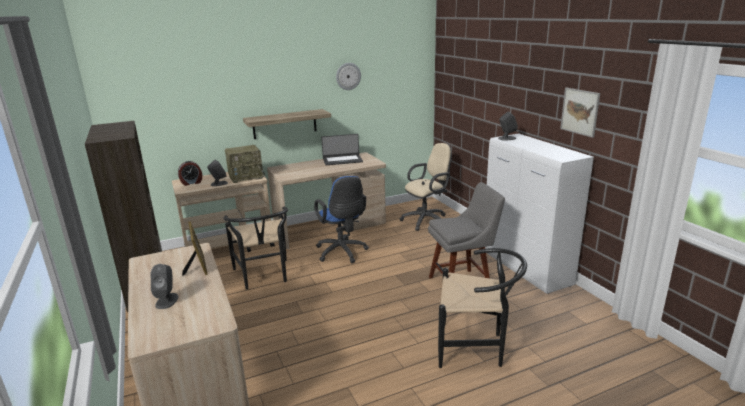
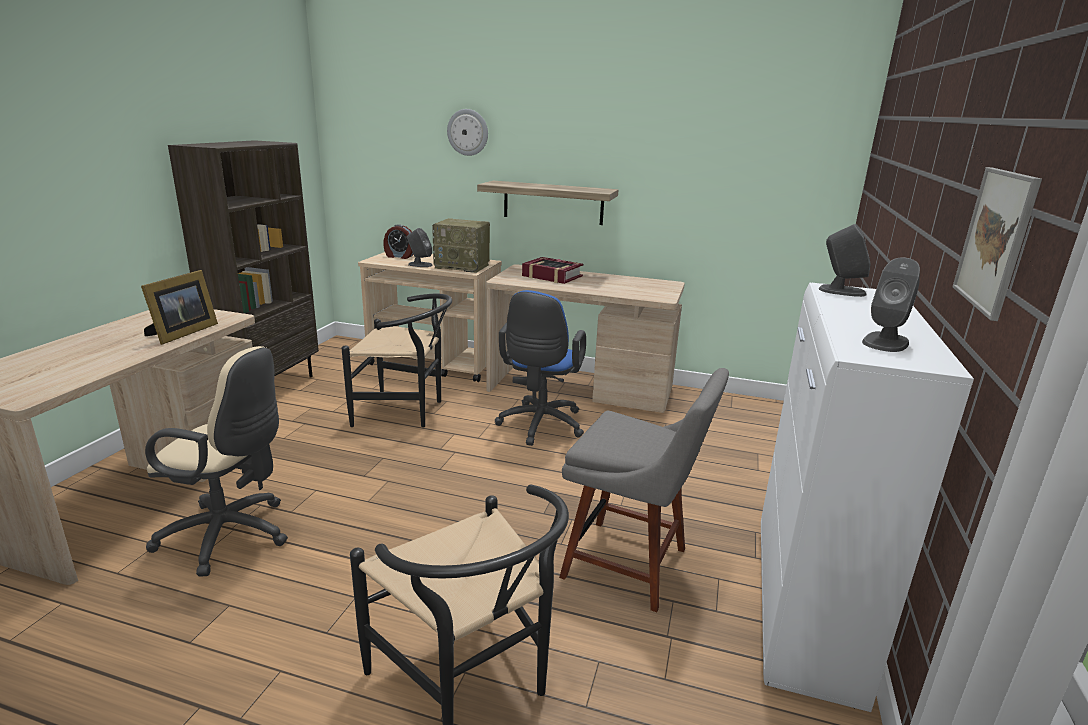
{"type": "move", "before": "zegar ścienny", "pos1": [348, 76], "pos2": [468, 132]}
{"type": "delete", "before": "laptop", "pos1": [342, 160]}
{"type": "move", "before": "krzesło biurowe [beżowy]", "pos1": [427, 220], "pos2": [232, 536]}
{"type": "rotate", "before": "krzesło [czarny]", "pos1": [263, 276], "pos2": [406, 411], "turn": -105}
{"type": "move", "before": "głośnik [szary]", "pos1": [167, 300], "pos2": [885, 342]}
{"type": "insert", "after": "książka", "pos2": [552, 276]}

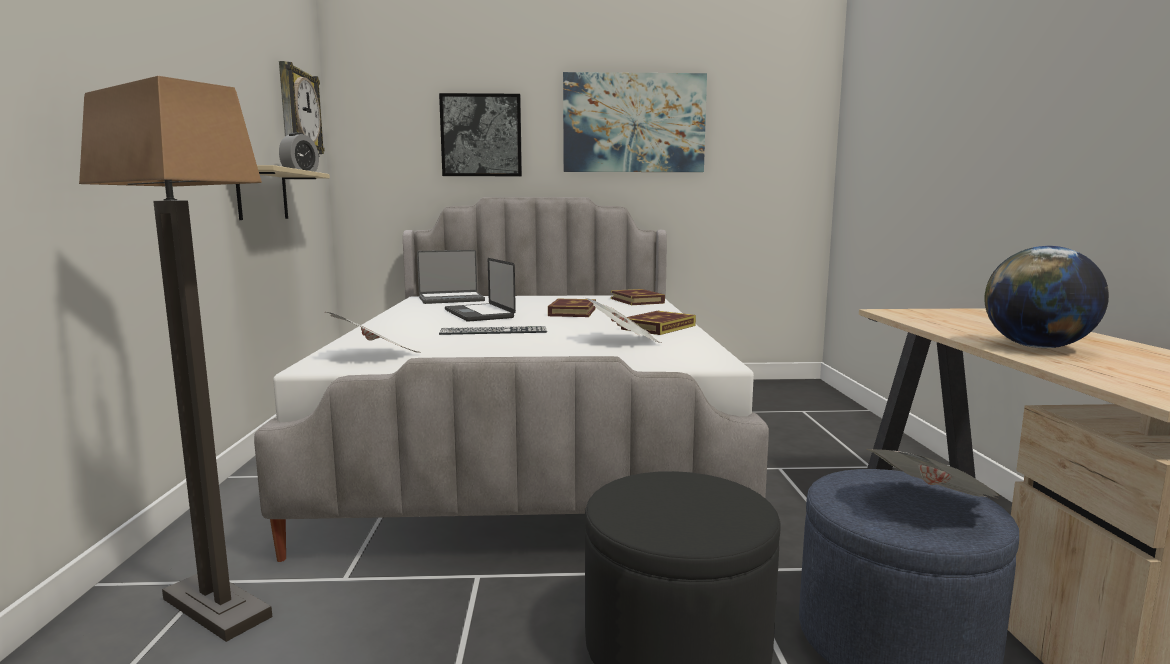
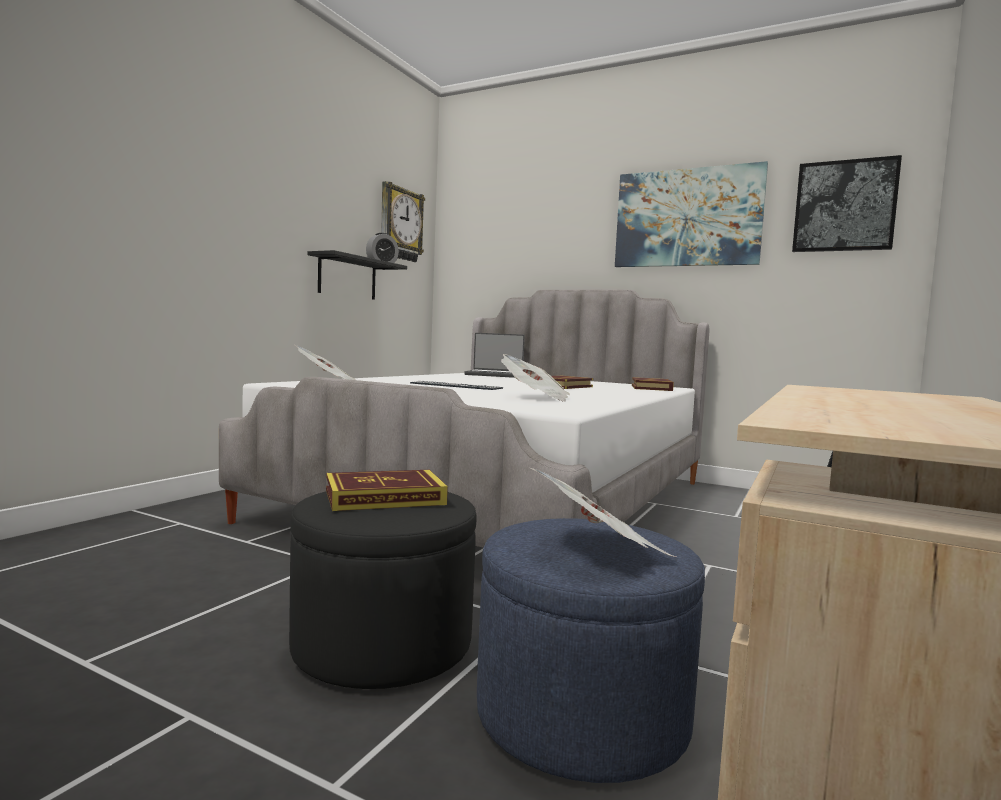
{"type": "delete", "before": "lampa stojąca", "pos1": [215, 608]}
{"type": "move", "before": "obraz", "pos1": [481, 135], "pos2": [844, 206]}
{"type": "recolor", "before": "półka [beżowy]", "after": "półka [czarny]", "pos1": [262, 194], "pos2": [347, 277]}
{"type": "delete", "before": "globus", "pos1": [1037, 347]}
{"type": "delete", "before": "laptop", "pos1": [479, 314]}
{"type": "move", "before": "książka", "pos1": [658, 327], "pos2": [384, 497]}

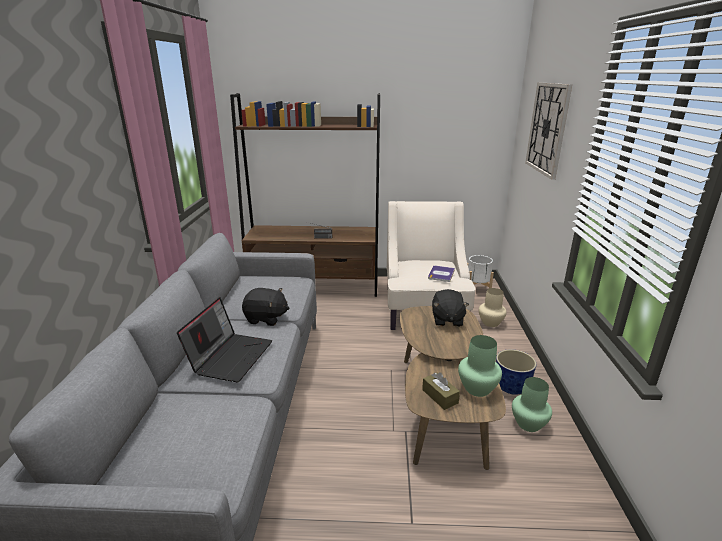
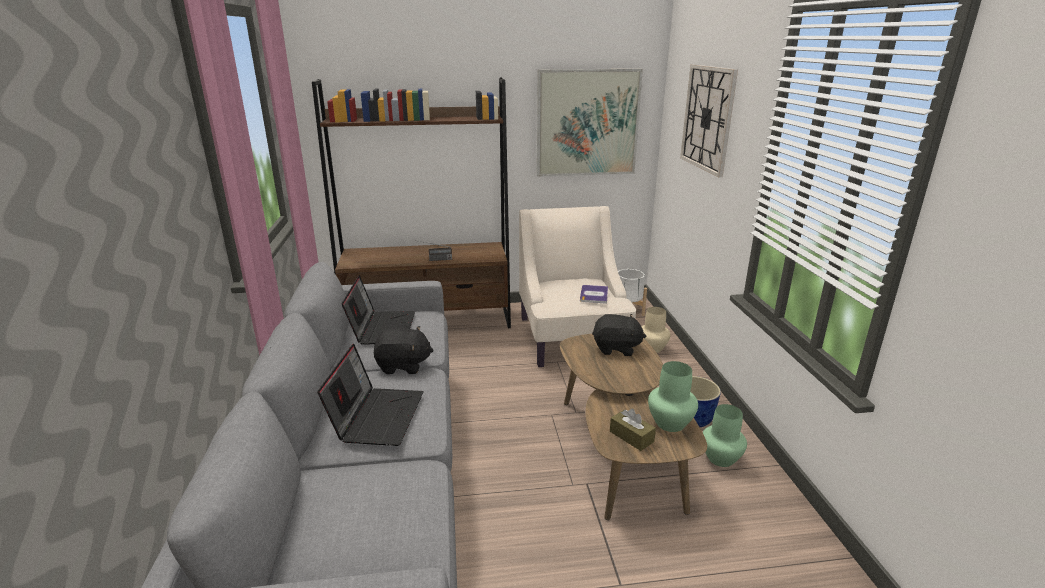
{"type": "rotate", "before": "pluszak [czarny]", "pos1": [447, 320], "pos2": [616, 348], "turn": -75}
{"type": "insert", "after": "obraz", "pos2": [587, 123]}
{"type": "insert", "after": "laptop", "pos2": [382, 328]}

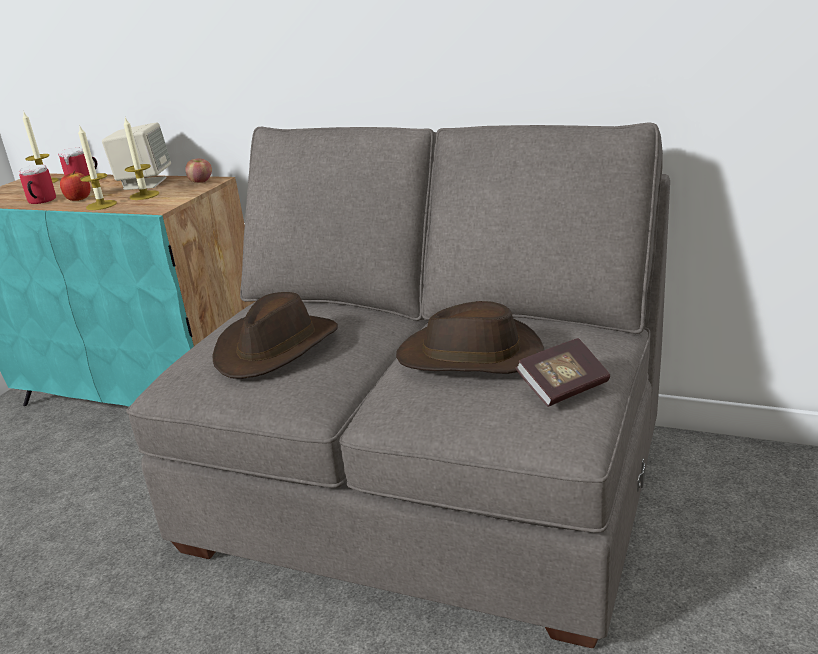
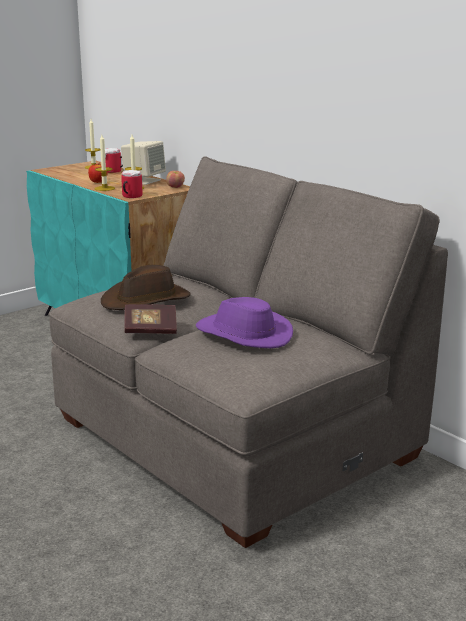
{"type": "move", "before": "kubek", "pos1": [39, 201], "pos2": [130, 196]}
{"type": "recolor", "before": "kapelusz [brązowy]", "after": "kapelusz [fioletowy]", "pos1": [471, 357], "pos2": [243, 334]}
{"type": "move", "before": "książka", "pos1": [563, 388], "pos2": [150, 330]}

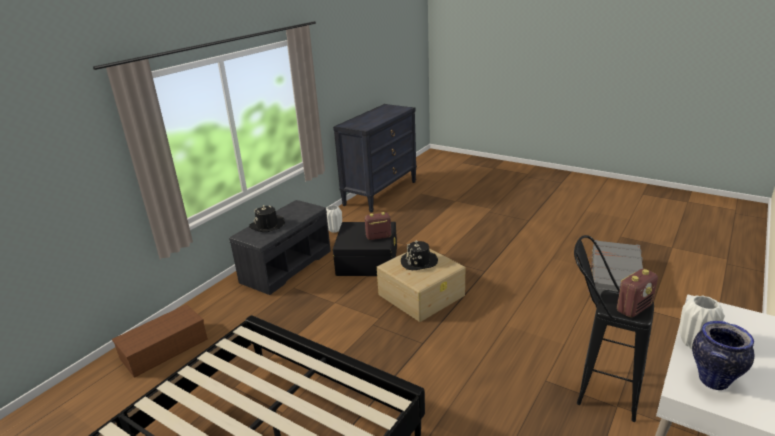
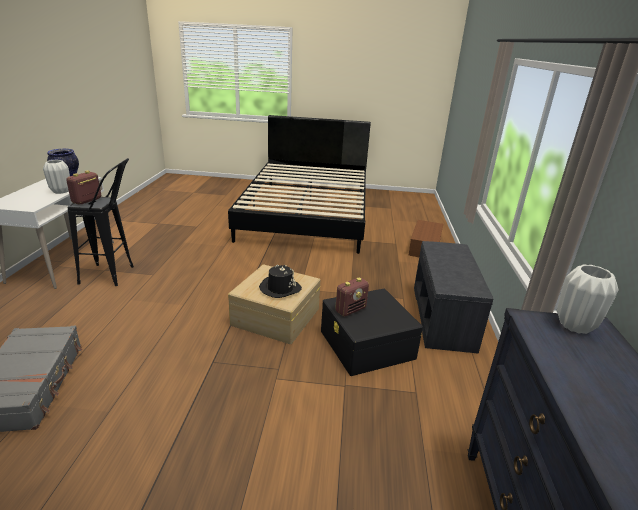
{"type": "delete", "before": "kapelusz [czarny]", "pos1": [267, 225]}
{"type": "move", "before": "wazon [biały]", "pos1": [334, 230], "pos2": [574, 325]}

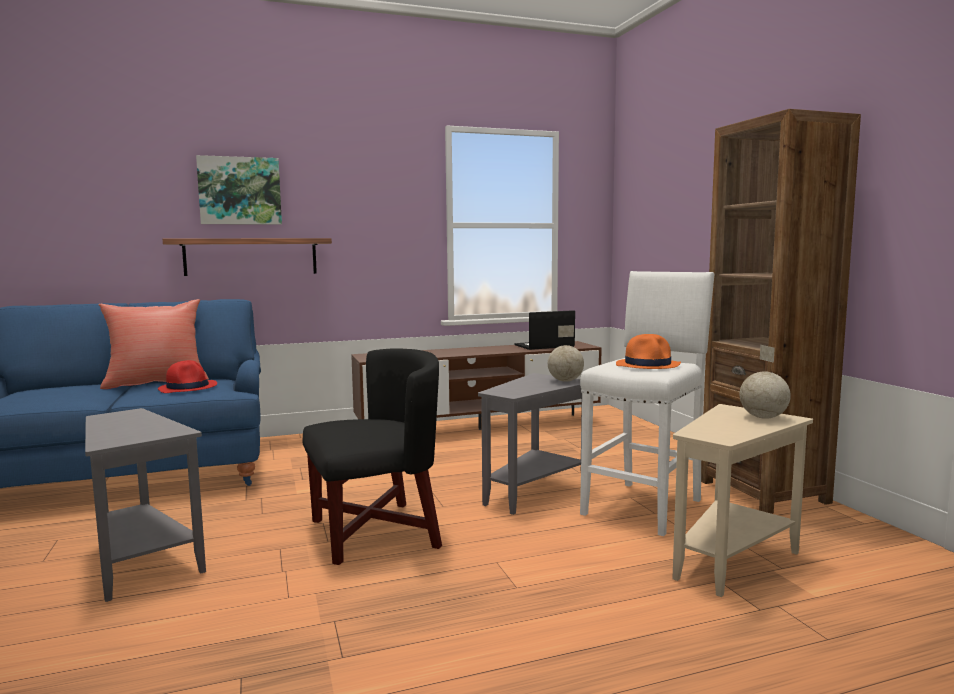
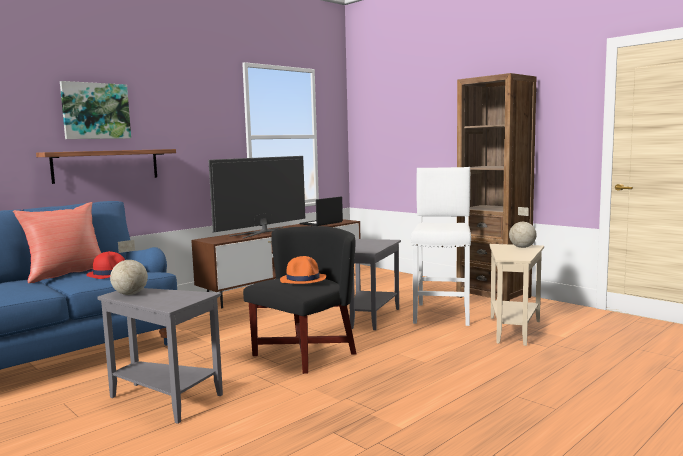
{"type": "move", "before": "globus", "pos1": [566, 381], "pos2": [131, 294]}
{"type": "move", "before": "kapelusz [pomarańczowy]", "pos1": [648, 365], "pos2": [303, 279]}
{"type": "insert", "after": "telewizor", "pos2": [263, 232]}

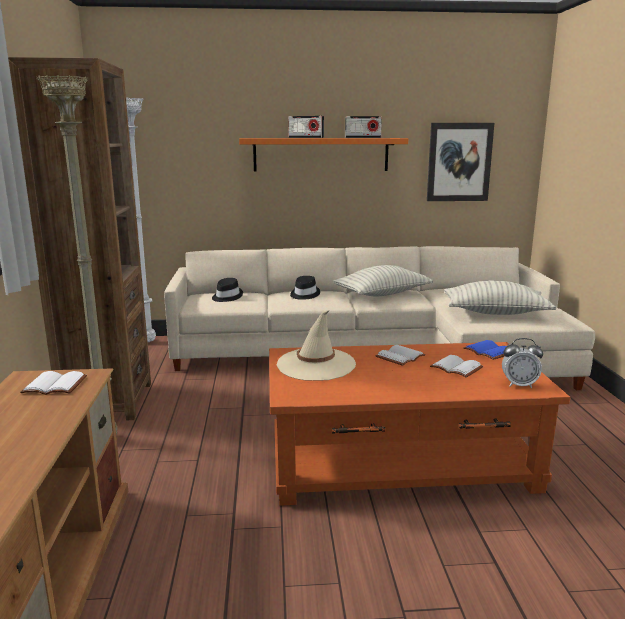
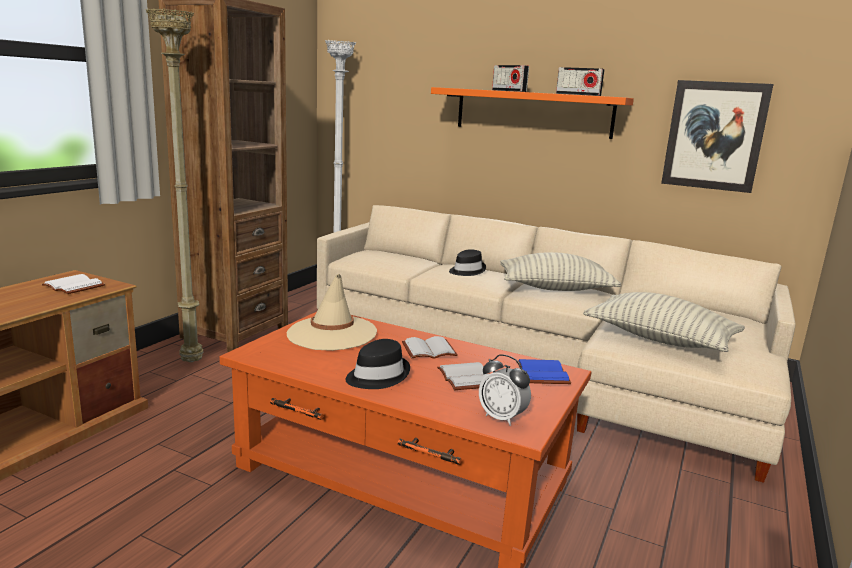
{"type": "move", "before": "kapelusz [czarny]", "pos1": [226, 297], "pos2": [377, 376]}

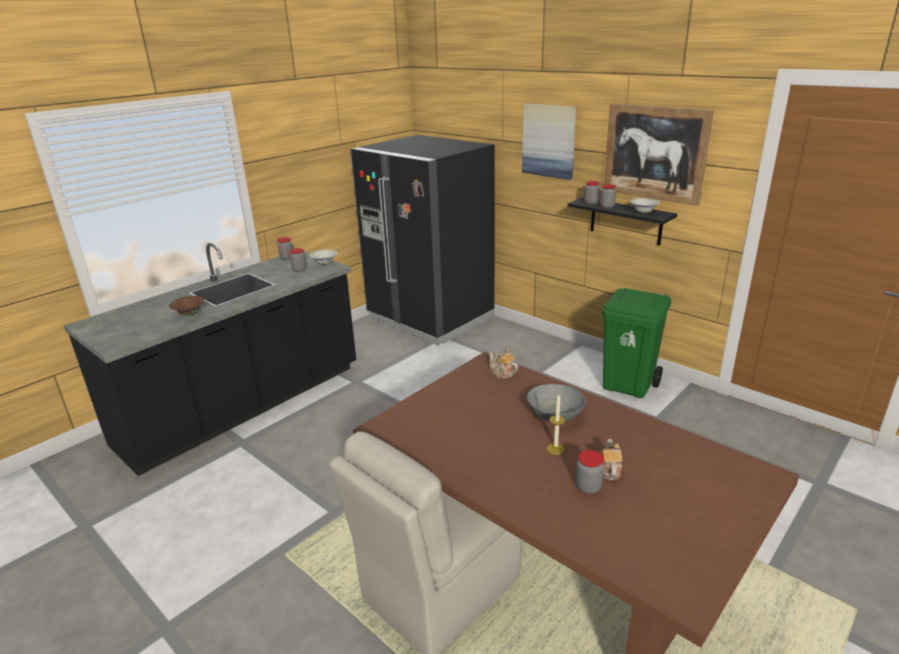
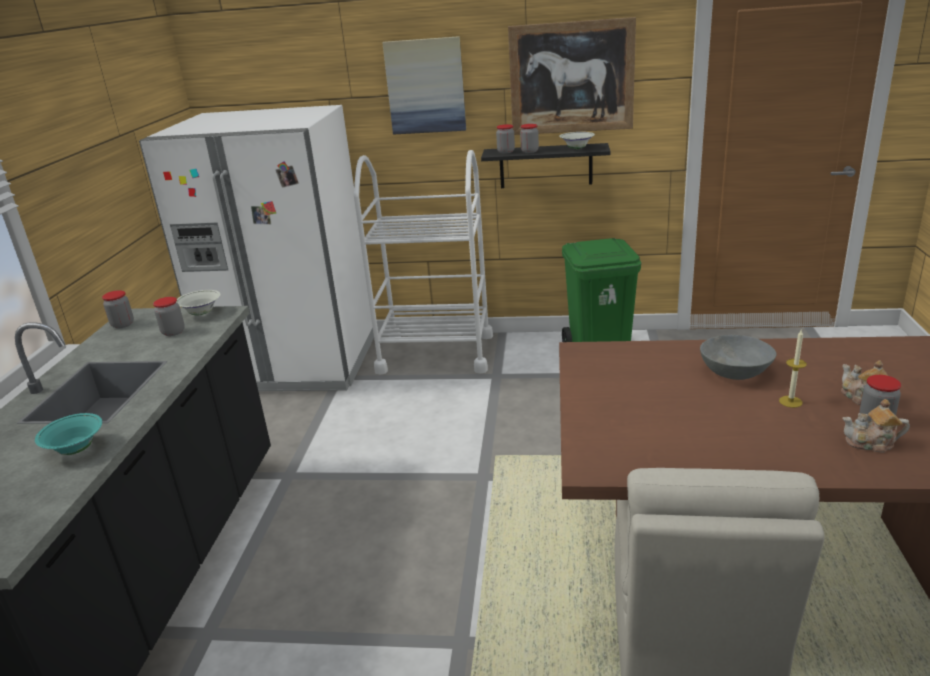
{"type": "recolor", "before": "lodówka [czarny]", "after": "lodówka [biały]", "pos1": [430, 318], "pos2": [296, 364]}
{"type": "recolor", "before": "miska [brązowy]", "after": "miska [turkusowy]", "pos1": [189, 314], "pos2": [76, 449]}
{"type": "move", "before": "imbryk", "pos1": [502, 373], "pos2": [871, 443]}
{"type": "insert", "after": "wózek [biały]", "pos2": [435, 353]}

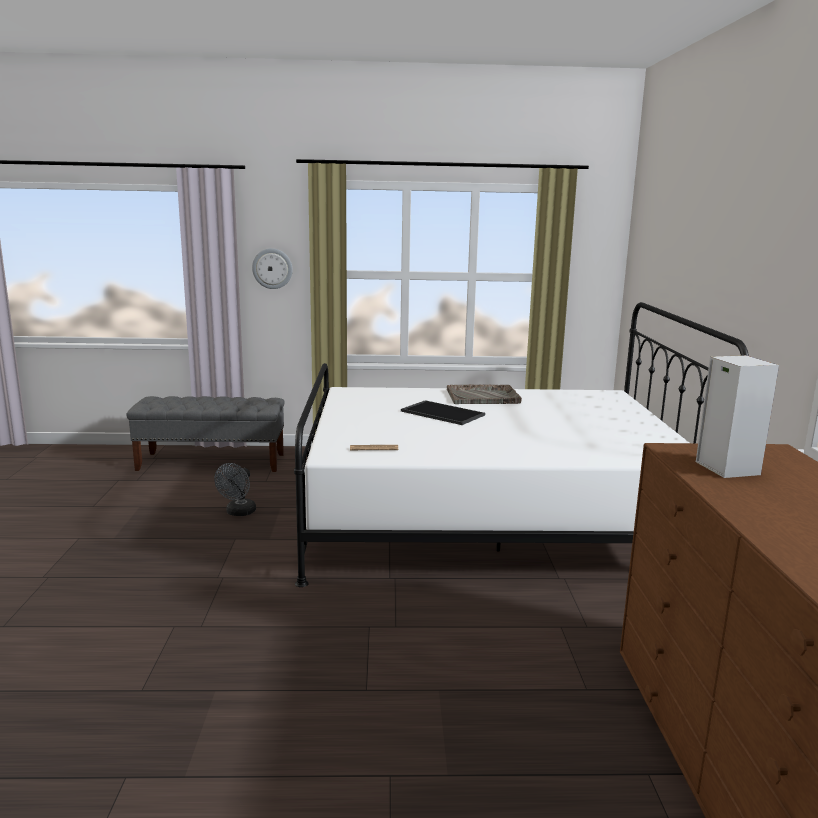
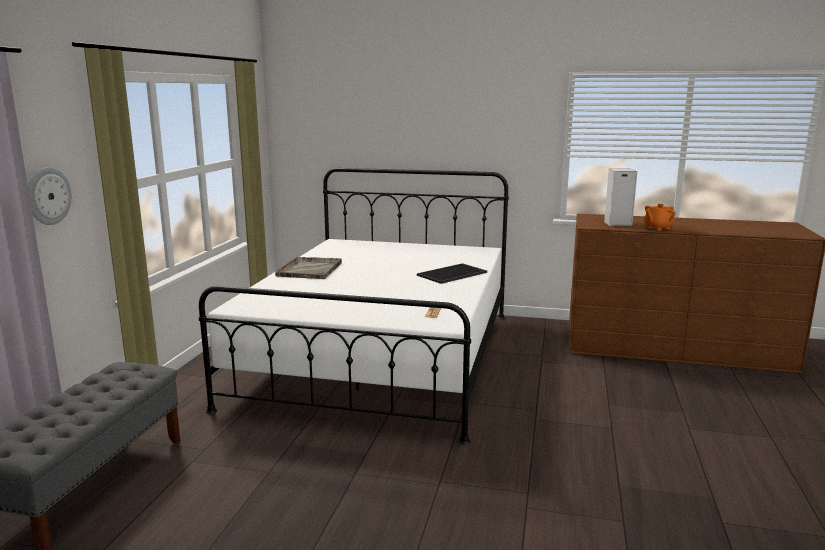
{"type": "move", "before": "taca", "pos1": [441, 413], "pos2": [452, 274]}
{"type": "delete", "before": "wentylator [szary]", "pos1": [238, 513]}
{"type": "insert", "after": "imbryk [pomarańczowy]", "pos2": [657, 228]}

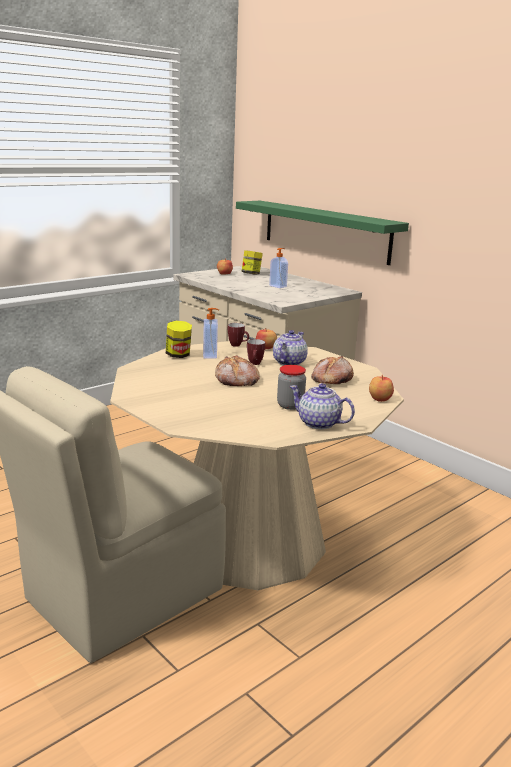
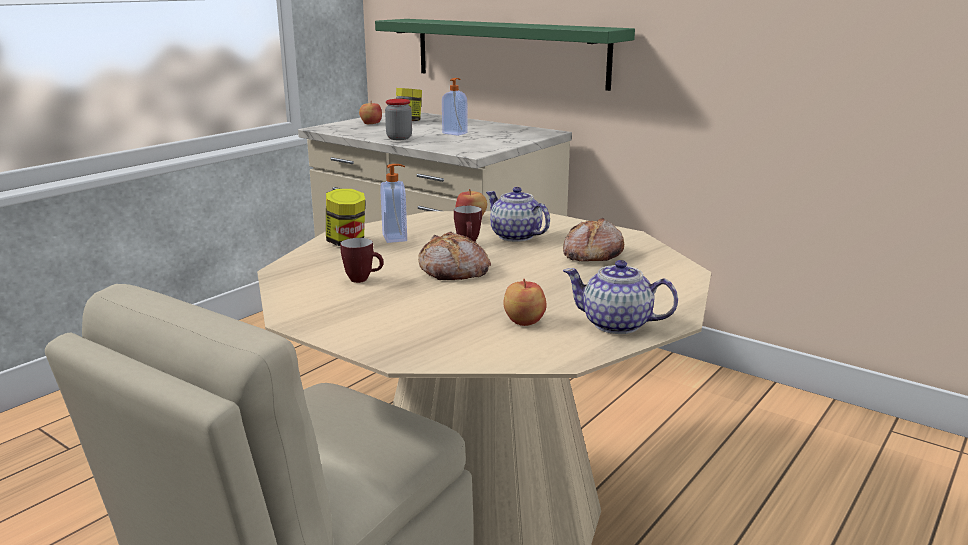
{"type": "move", "before": "kubek", "pos1": [238, 345], "pos2": [363, 280]}
{"type": "rotate", "before": "imbryk", "pos1": [288, 362], "pos2": [516, 236], "turn": -60}
{"type": "move", "before": "słoik", "pos1": [290, 405], "pos2": [399, 138]}
{"type": "move", "before": "jabłko", "pos1": [379, 399], "pos2": [523, 321]}

